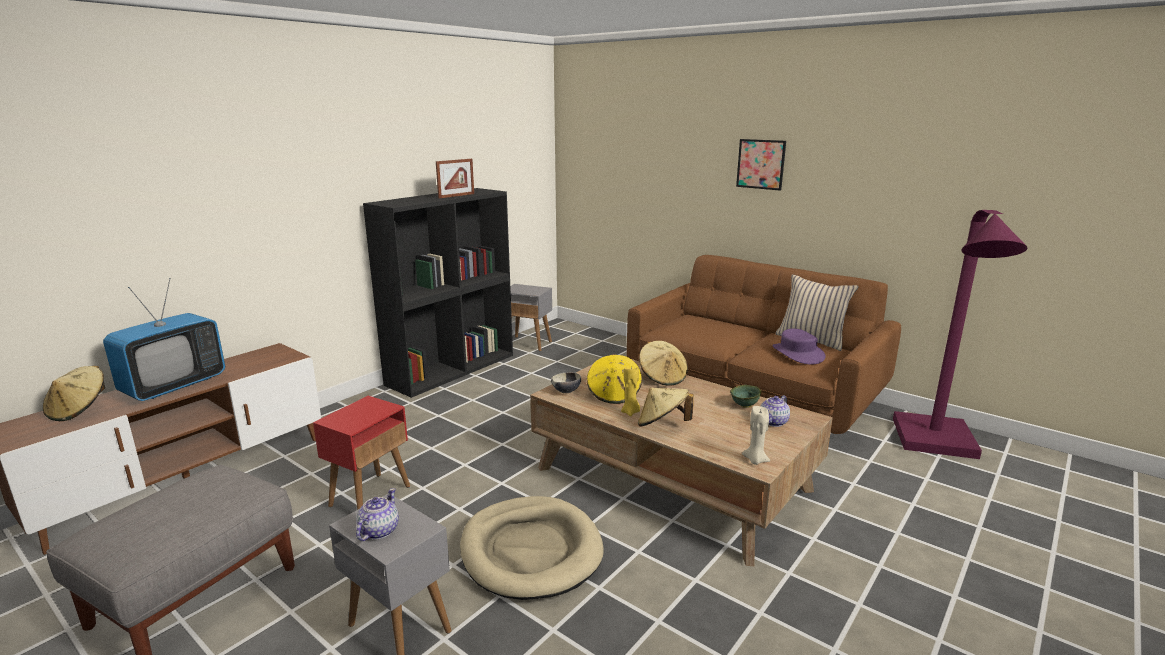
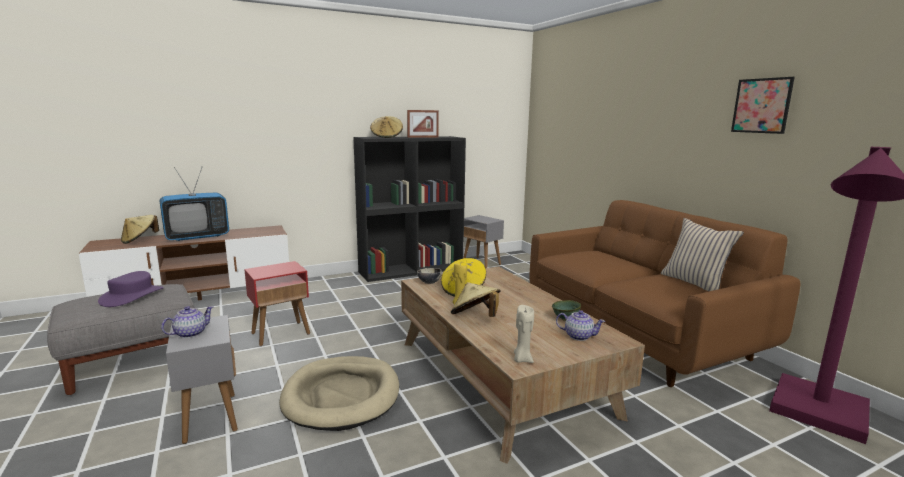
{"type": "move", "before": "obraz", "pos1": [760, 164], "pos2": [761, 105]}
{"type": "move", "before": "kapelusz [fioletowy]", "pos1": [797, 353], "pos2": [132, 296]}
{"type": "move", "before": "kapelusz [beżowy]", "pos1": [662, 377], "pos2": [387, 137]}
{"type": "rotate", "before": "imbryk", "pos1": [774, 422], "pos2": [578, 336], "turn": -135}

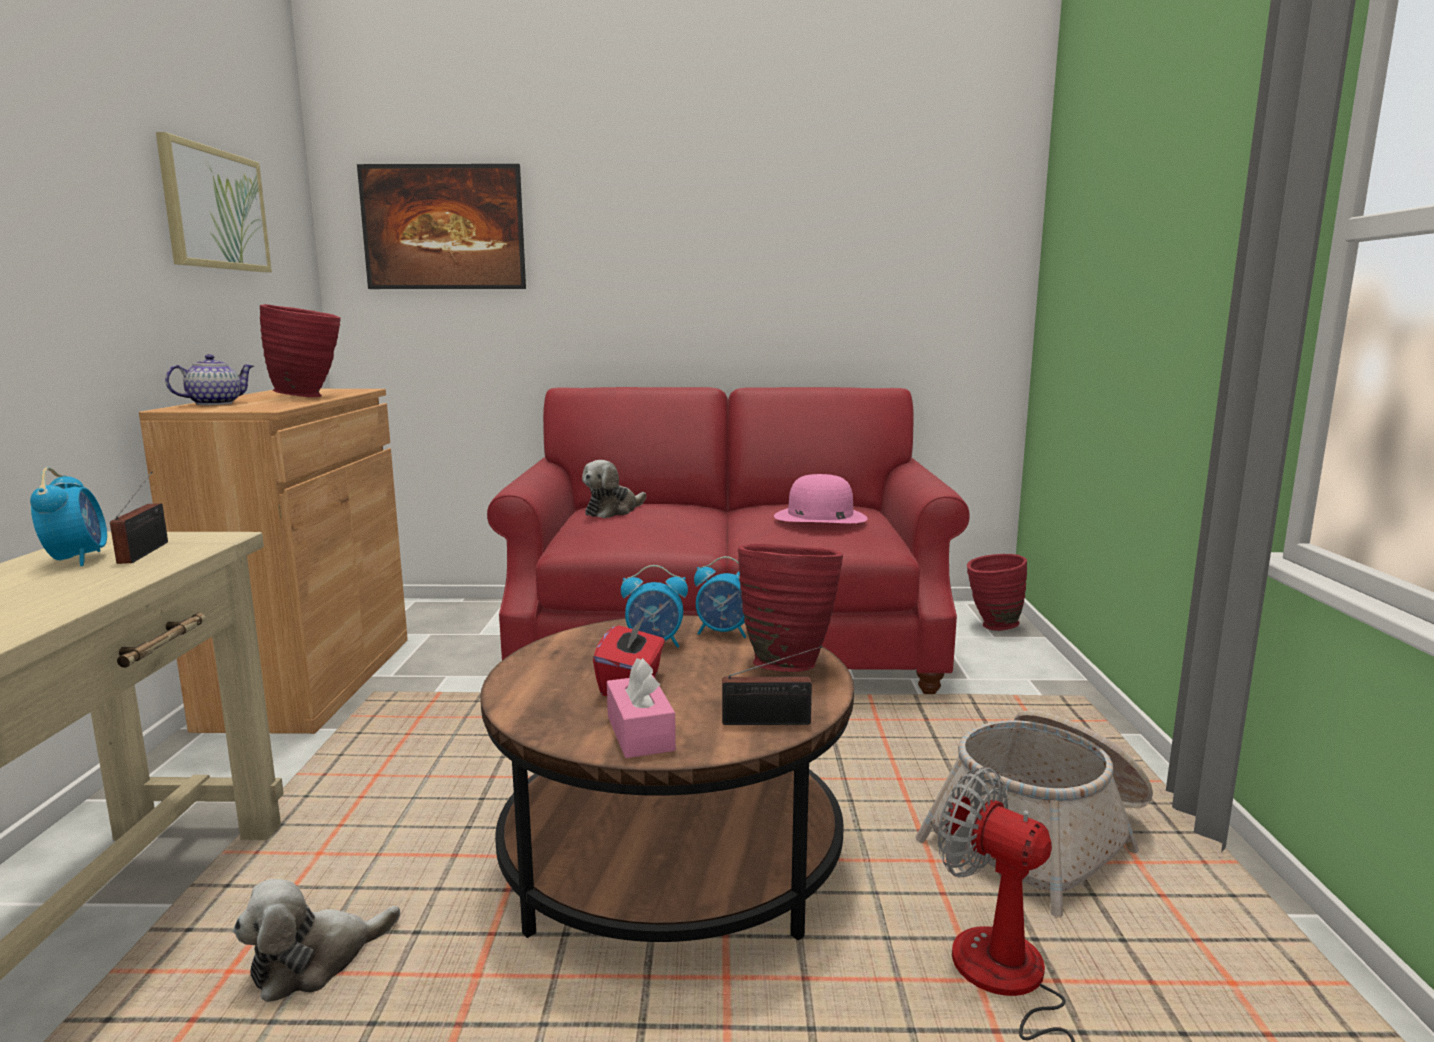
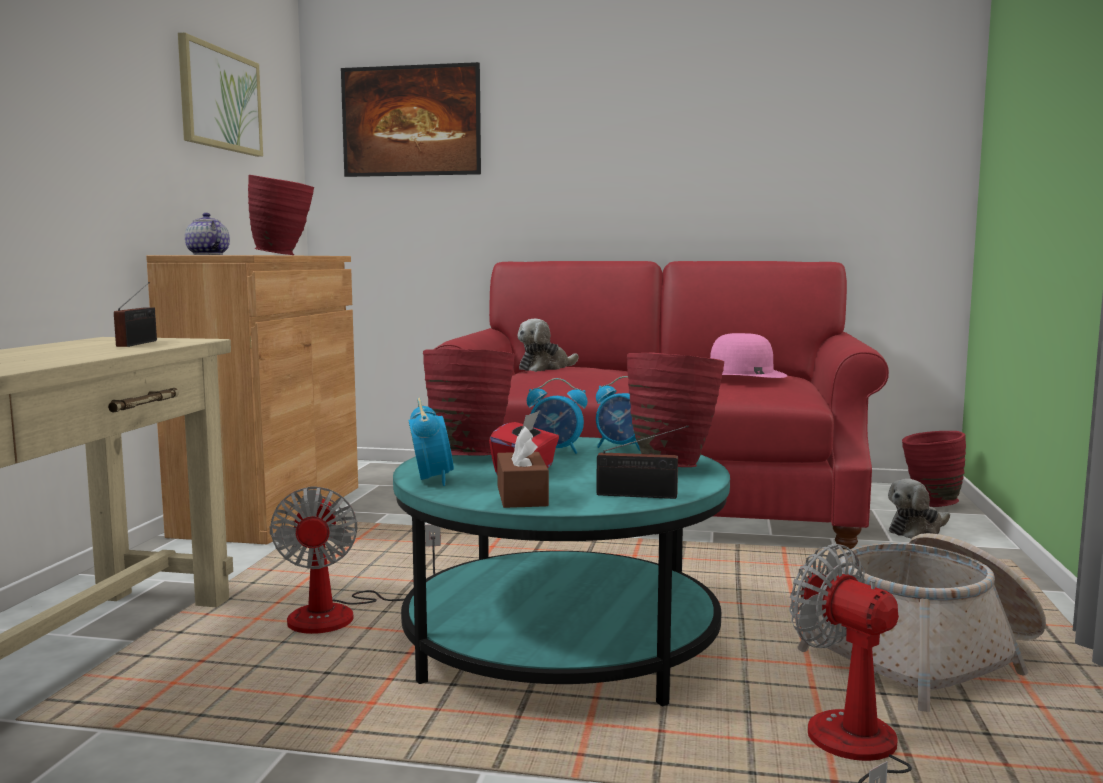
{"type": "rotate", "before": "imbryk", "pos1": [215, 403], "pos2": [207, 254], "turn": -90}
{"type": "move", "before": "budzik", "pos1": [77, 559], "pos2": [431, 480]}
{"type": "recolor", "before": "ława [brązowy]", "after": "ława [turkusowy]", "pos1": [672, 854], "pos2": [561, 642]}
{"type": "recolor", "before": "pudełko chusteczek [różowy]", "after": "pudełko chusteczek [brązowy]", "pos1": [640, 733], "pos2": [522, 496]}
{"type": "move", "before": "pluszak", "pos1": [315, 961], "pos2": [917, 530]}
{"type": "insert", "after": "wazon [czerwony]", "pos2": [469, 455]}
{"type": "insert", "after": "wentylator", "pos2": [342, 614]}

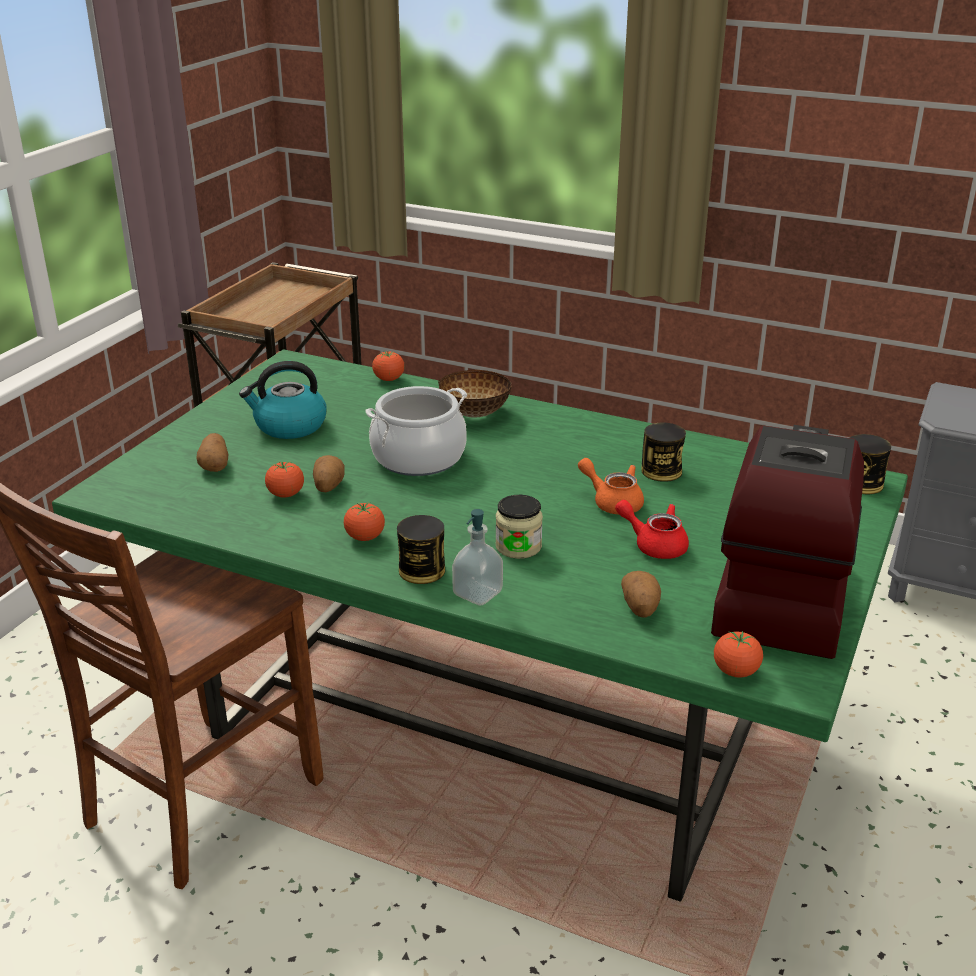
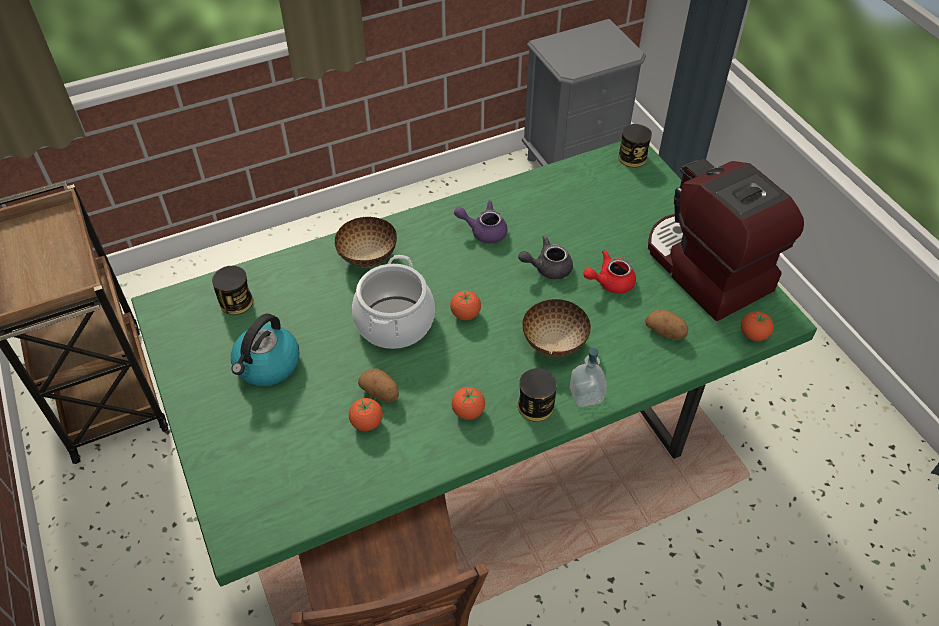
{"type": "move", "before": "pomidor", "pos1": [389, 379], "pos2": [465, 314]}
{"type": "move", "before": "puszka", "pos1": [661, 471], "pos2": [236, 302]}
{"type": "delete", "before": "ziemniak", "pos1": [215, 465]}
{"type": "recolor", "before": "imbryk [pomarańczowy]", "after": "imbryk [szary]", "pos1": [612, 502], "pos2": [547, 268]}
{"type": "replace", "before": "słoik", "after": "miska", "pos1": [518, 546], "pos2": [553, 343]}
{"type": "insert", "after": "imbryk [fioletowy]", "pos2": [483, 231]}

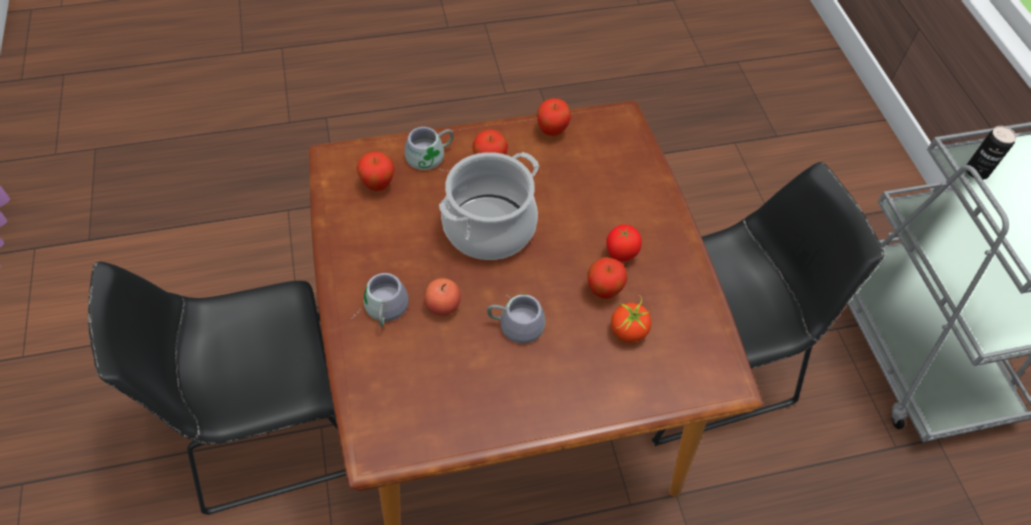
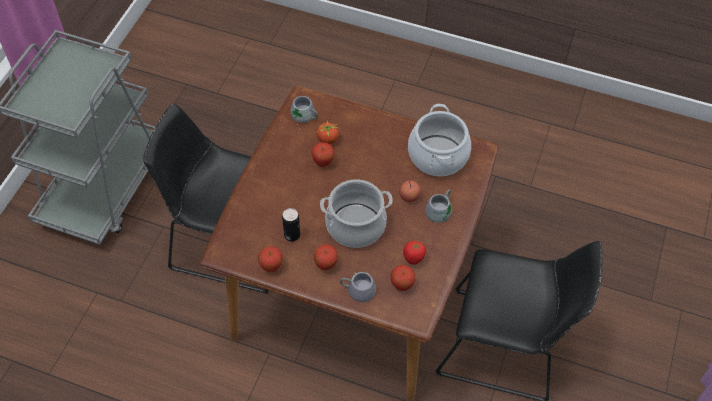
{"type": "move", "before": "puszka", "pos1": [976, 171], "pos2": [292, 235]}
{"type": "move", "before": "pomidor", "pos1": [620, 254], "pos2": [413, 259]}
{"type": "move", "before": "kubek [szary]", "pos1": [516, 320], "pos2": [304, 117]}
{"type": "insert", "after": "garnek", "pos2": [437, 156]}

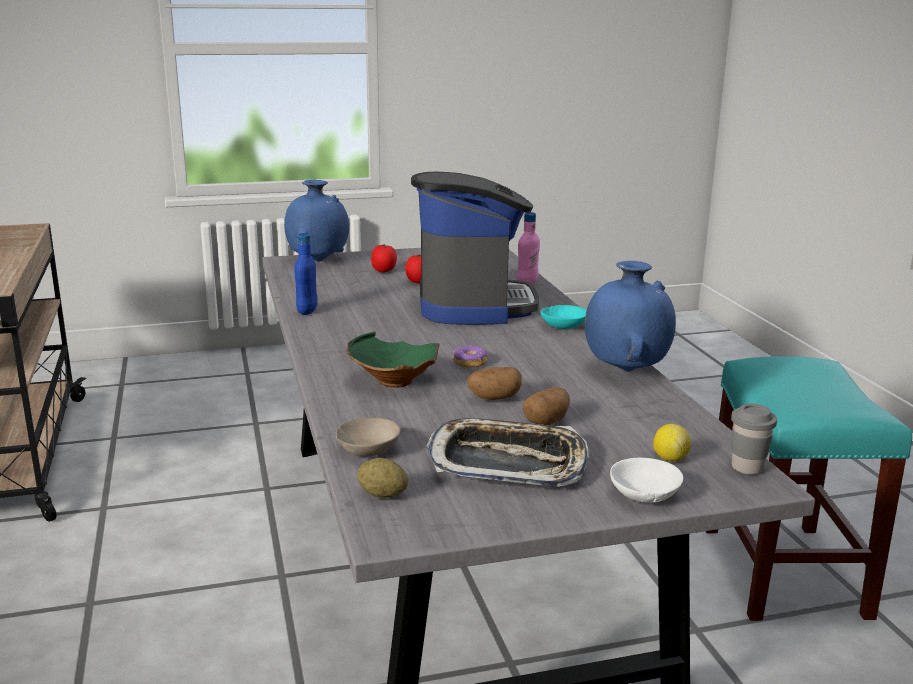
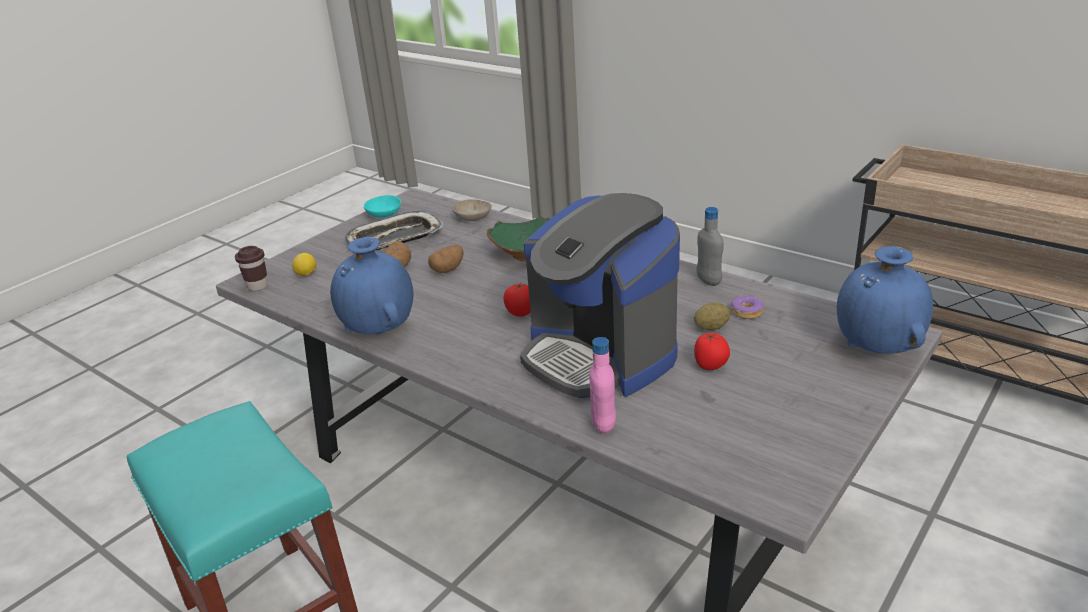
{"type": "recolor", "before": "butelka [niebieski]", "after": "butelka [szary]", "pos1": [307, 311], "pos2": [708, 281]}
{"type": "move", "before": "pomidor", "pos1": [384, 271], "pos2": [520, 313]}
{"type": "move", "before": "miska [turkusowy]", "pos1": [564, 326], "pos2": [383, 214]}
{"type": "move", "before": "donut", "pos1": [470, 362], "pos2": [746, 312]}
{"type": "recolor", "before": "filiżanka [szary]", "after": "filiżanka [brązowy]", "pos1": [747, 468], "pos2": [258, 286]}
{"type": "move", "before": "ziemniak", "pos1": [382, 495], "pos2": [711, 327]}
{"type": "delete", "before": "miska [biały]", "pos1": [644, 493]}

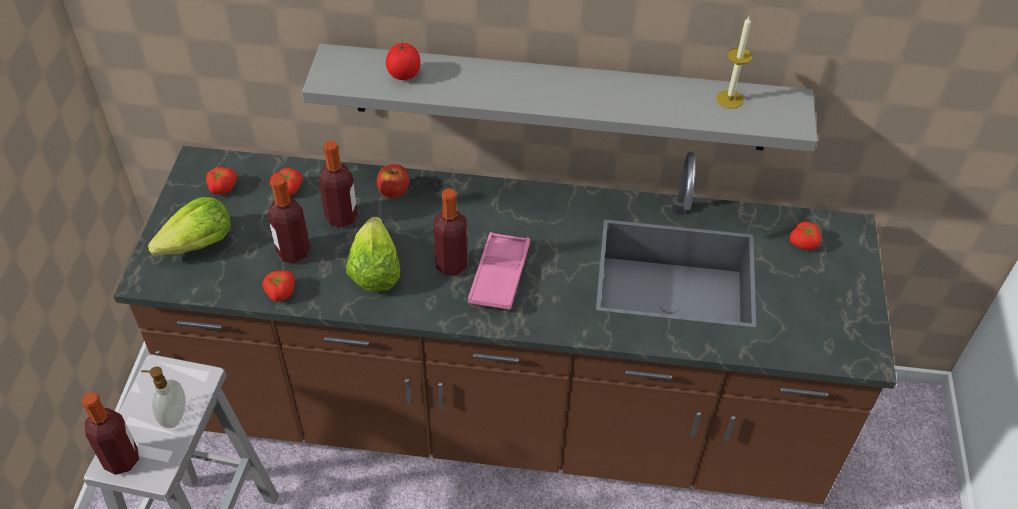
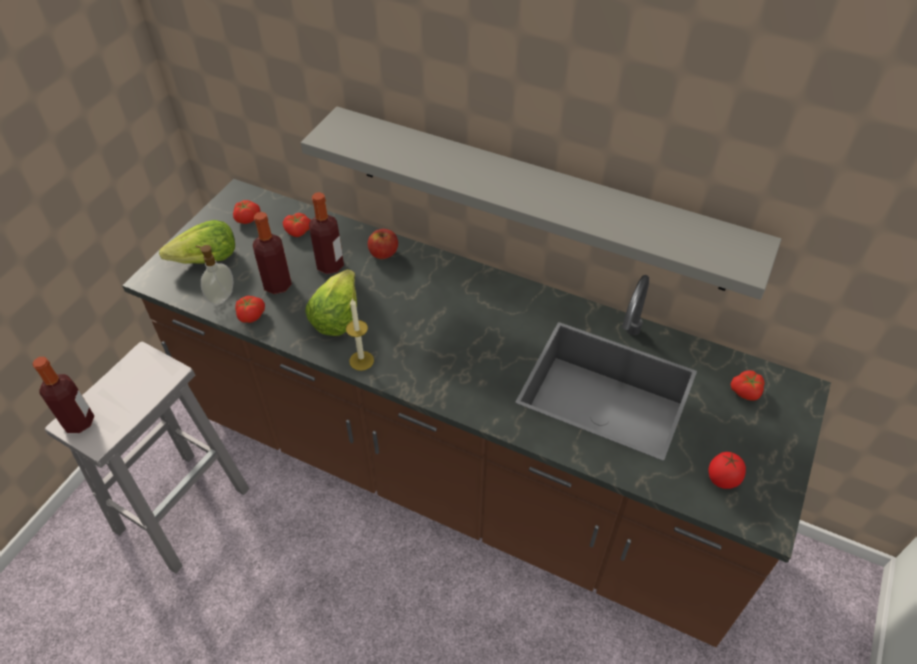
{"type": "move", "before": "świeca", "pos1": [729, 99], "pos2": [361, 360]}
{"type": "move", "before": "pomidor", "pos1": [403, 76], "pos2": [721, 479]}
{"type": "delete", "before": "butelka", "pos1": [451, 264]}
{"type": "delete", "before": "taca [różowy]", "pos1": [499, 275]}
{"type": "move", "before": "dozownik mydła", "pos1": [173, 416], "pos2": [221, 297]}

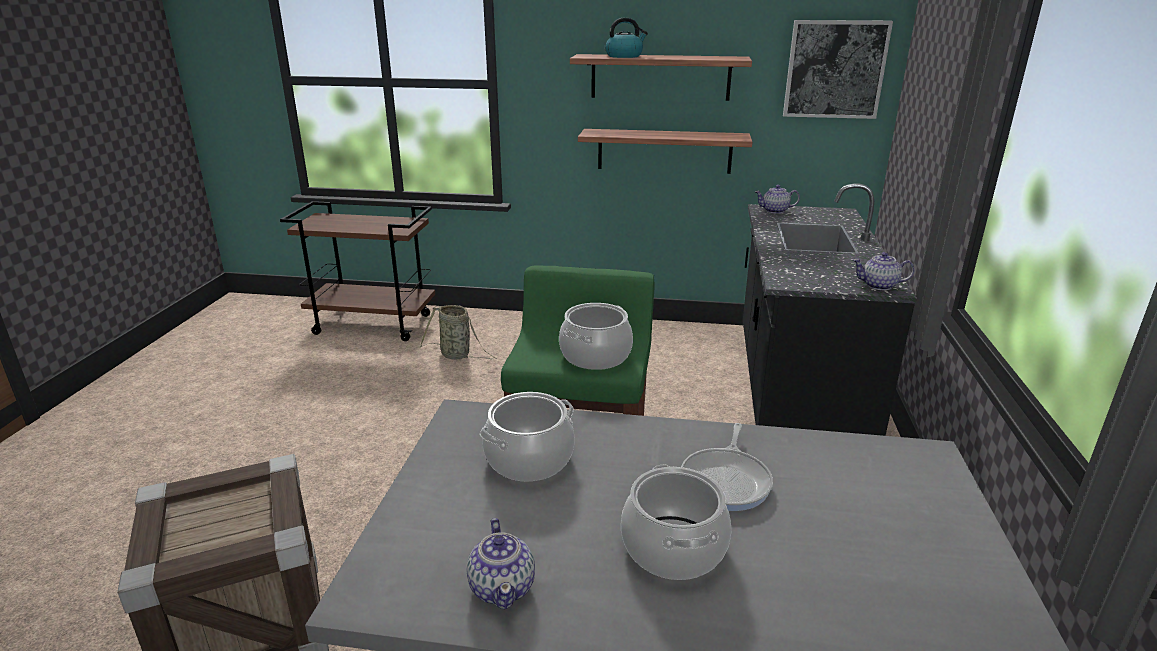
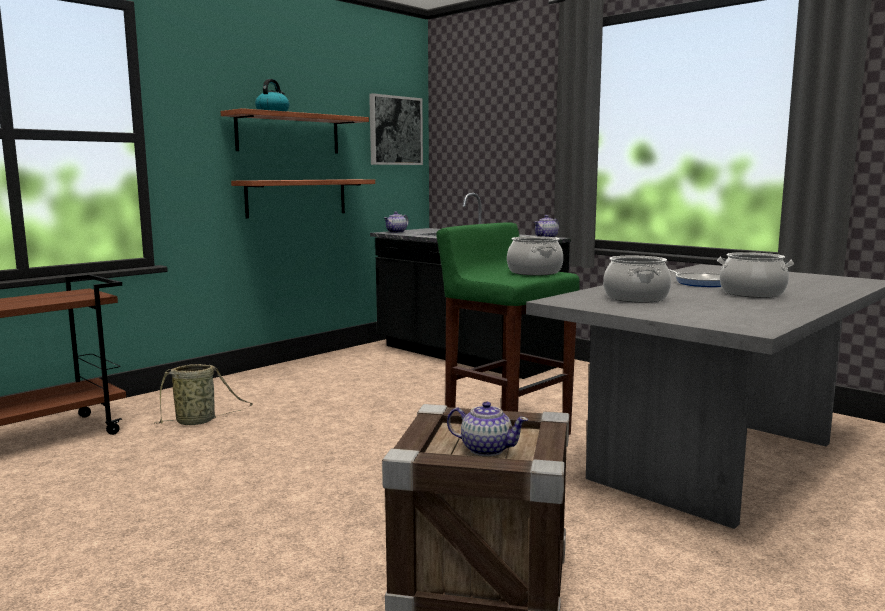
{"type": "move", "before": "imbryk", "pos1": [503, 587], "pos2": [486, 449]}

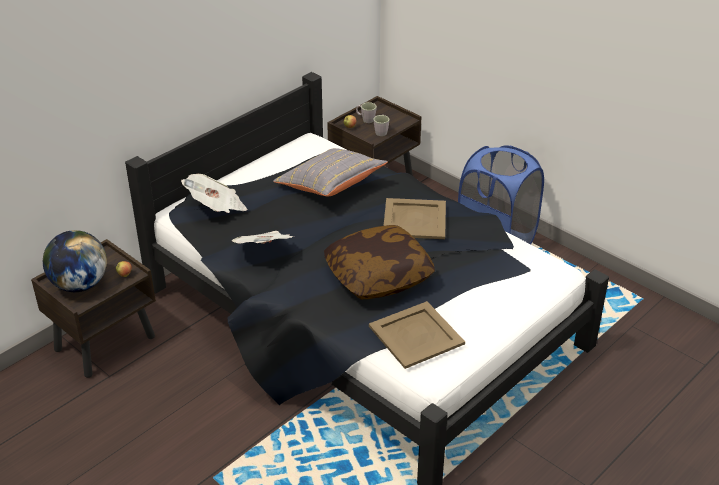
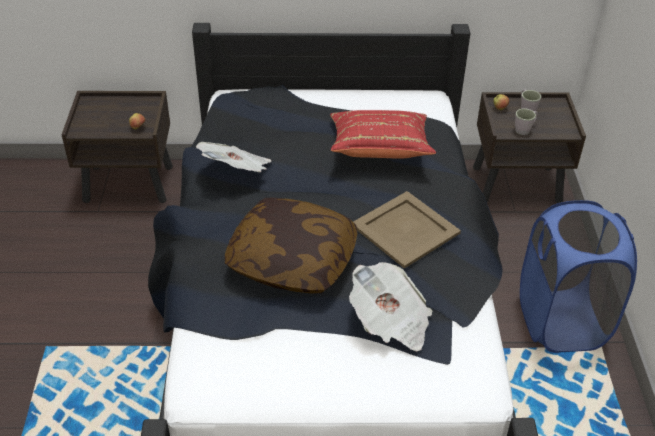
{"type": "recolor", "before": "poduszka [szary]", "after": "poduszka [czerwony]", "pos1": [330, 186], "pos2": [379, 149]}
{"type": "move", "before": "gazeta", "pos1": [216, 207], "pos2": [390, 322]}
{"type": "delete", "before": "globus", "pos1": [80, 285]}
{"type": "delete", "before": "taca [beżowy]", "pos1": [416, 335]}

